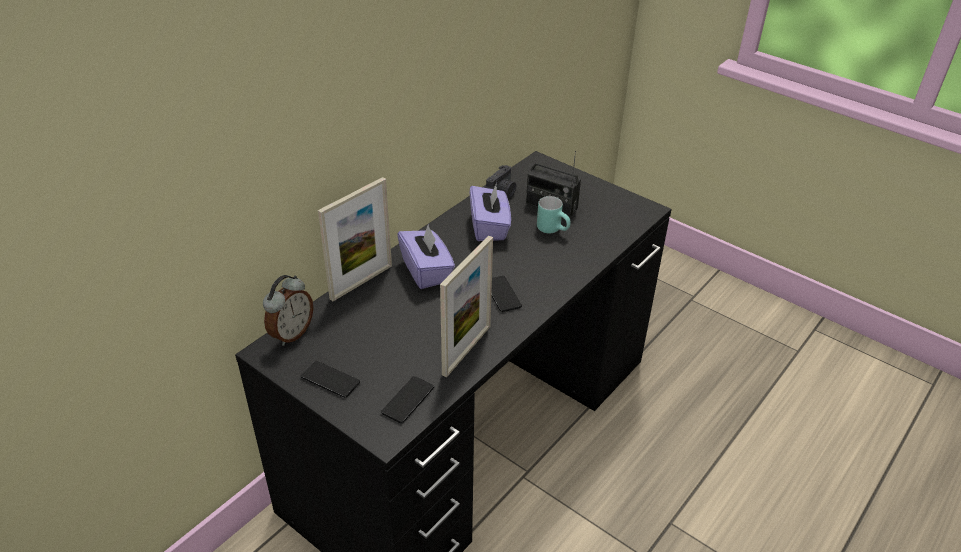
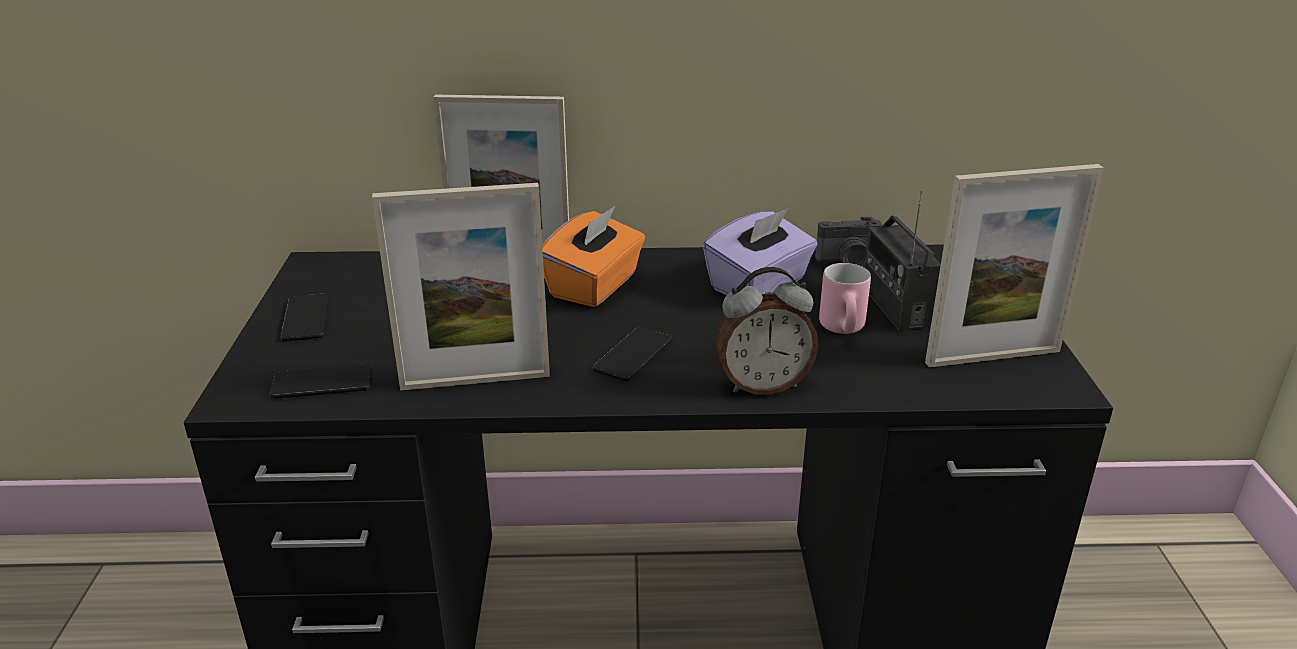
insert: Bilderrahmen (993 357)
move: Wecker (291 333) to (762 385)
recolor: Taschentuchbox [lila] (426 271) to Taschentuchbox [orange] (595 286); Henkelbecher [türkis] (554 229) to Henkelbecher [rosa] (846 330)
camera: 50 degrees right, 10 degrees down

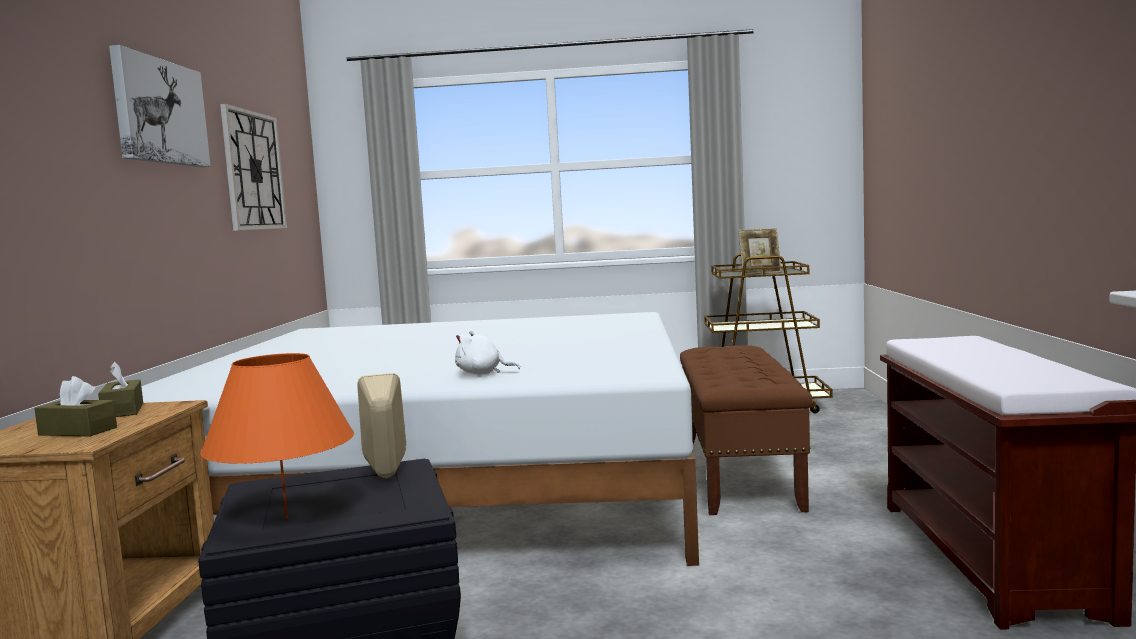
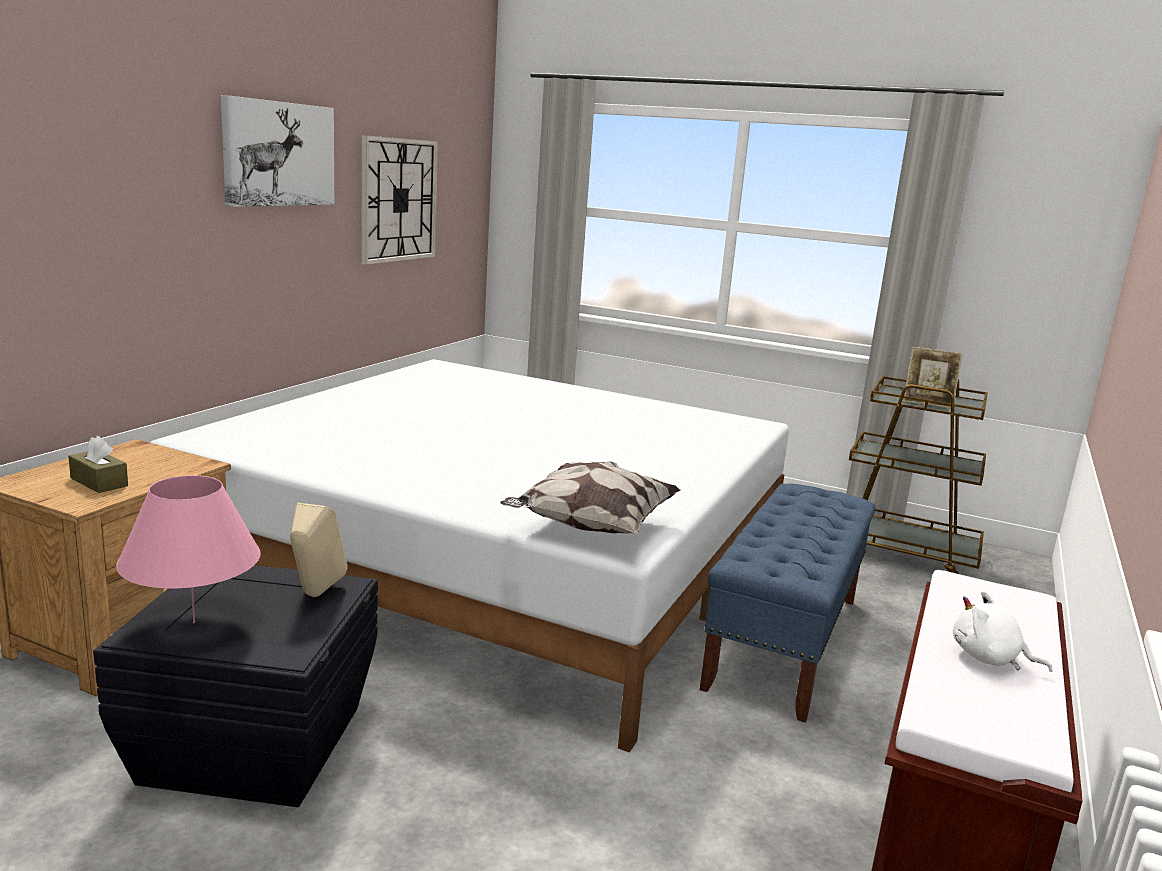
delete: Taschentuchbox [braun] (123 410)
insert: Kissen (590 527)
move: Plüschtier [weiß] (482 373) to (989 659)
recolor: Tischlampe [orange] (286 518) to Tischlampe [rosa] (193 622); Bank [braun] (739 472) to Bank [blau] (784 641)
camera: 20 degrees right, 10 degrees up

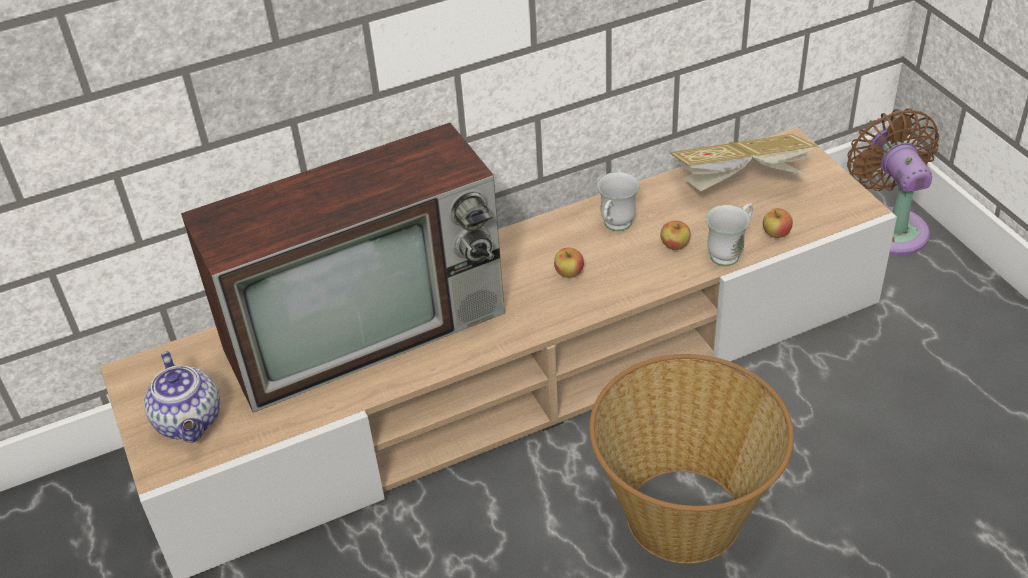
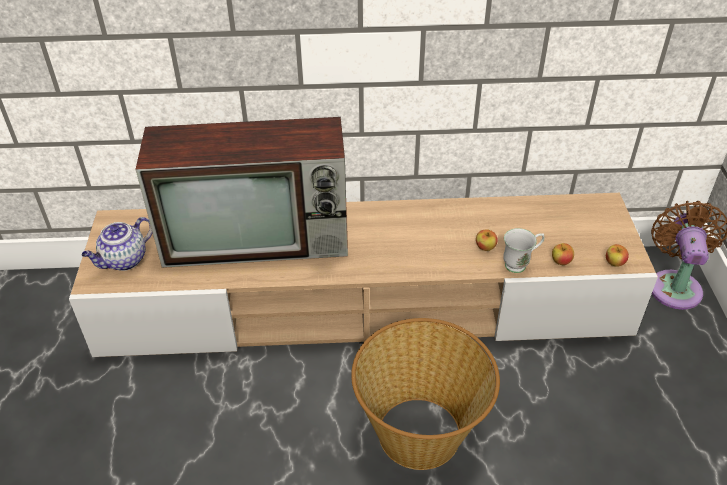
delete: Henkelbecher [weiß] (615 227); Buch (740 183)
move: Apfel (569 273) to (614 263)
rotate: Teekanne (190 422) = (124 261) 45 degrees clockwise
camera: 20 degrees right, 0 degrees up

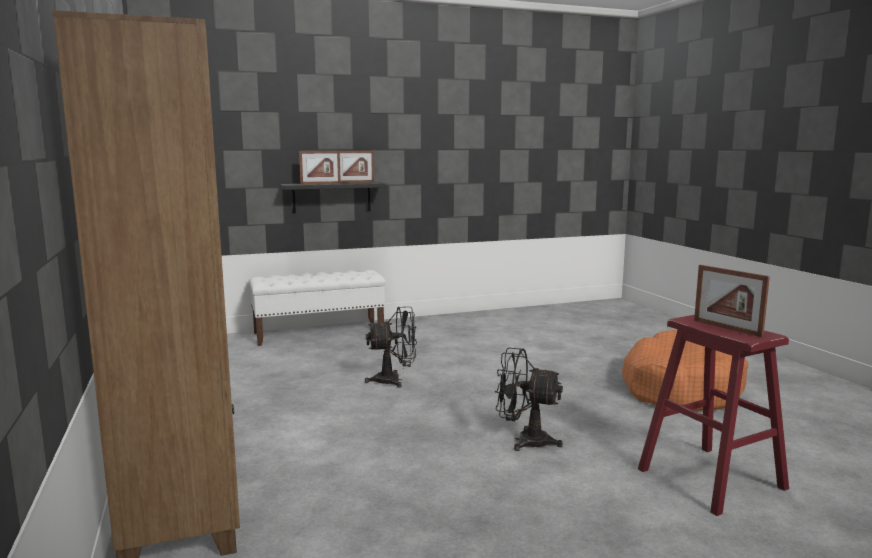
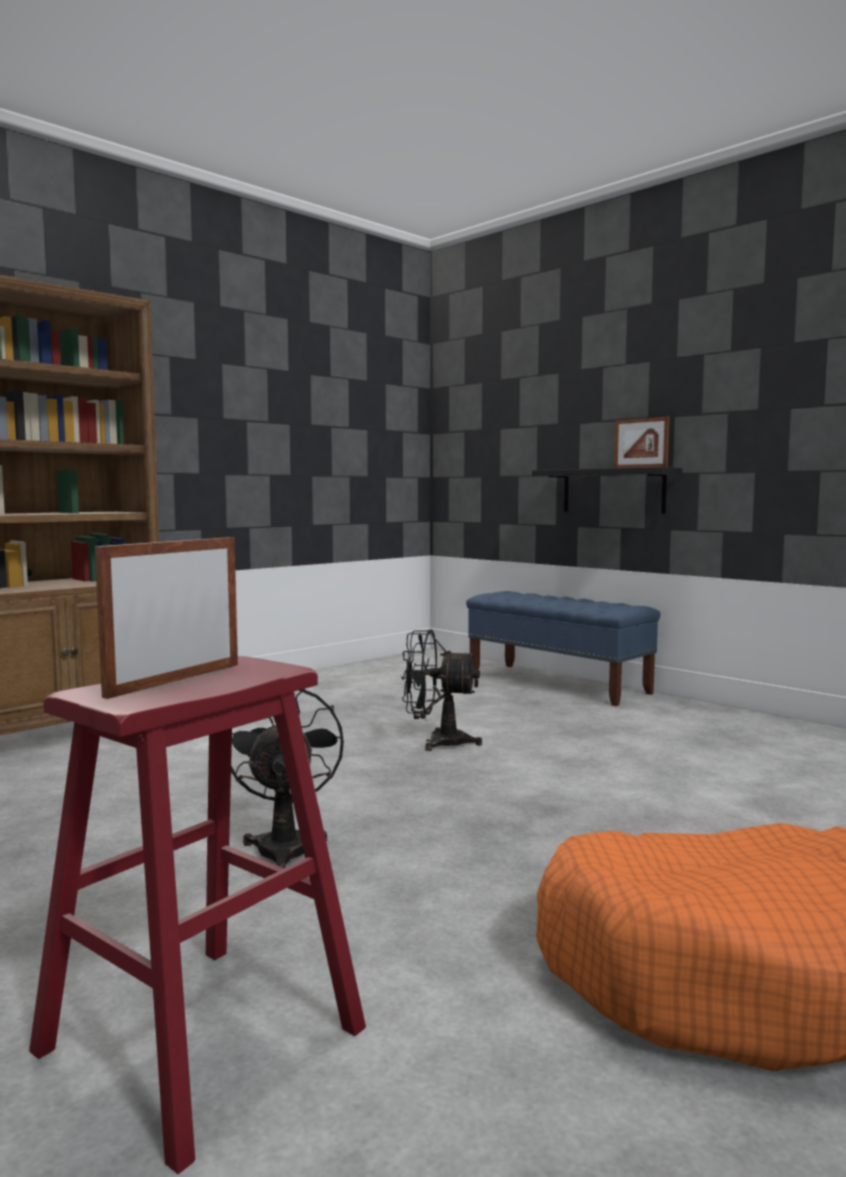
delete: Bilderrahmen (320 184)
recolor: Bank [weiß] (319 333) to Bank [blau] (557 684)
rotate: Ventilator [schwarz] (394 380) = (437 742) 135 degrees clockwise
camera: 65 degrees right, 5 degrees down

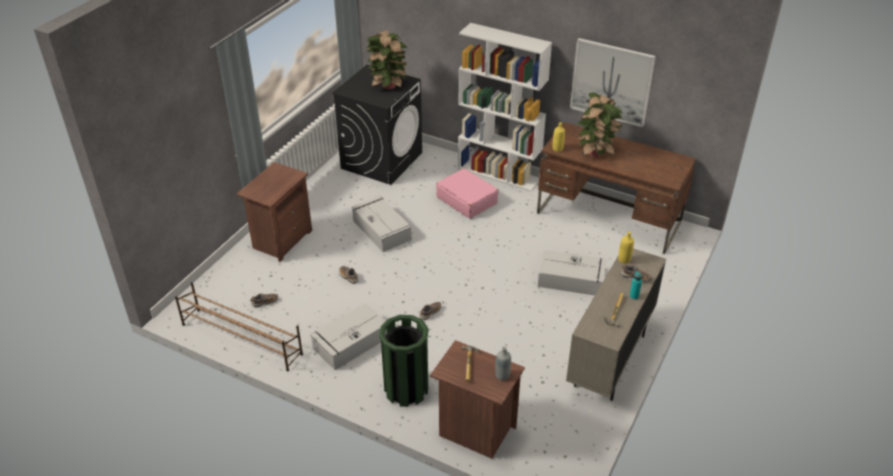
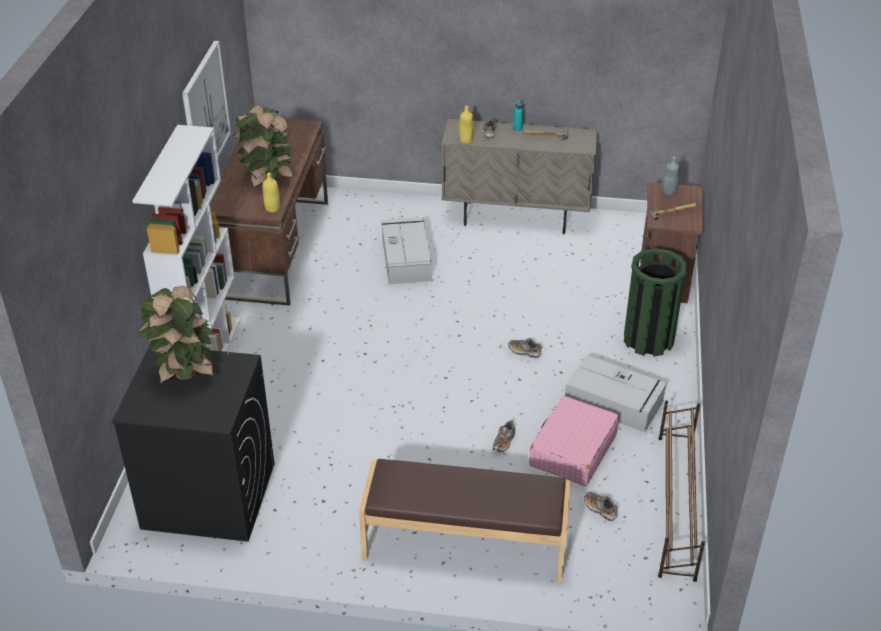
delete: Aufbewahrungsbox [grau] (381 229)
move: Koffer [rosa] (466 200) to (572 450)
replace: Nachttisch [braun] (281 240) to Bank [braun] (465 545)
camera: 110 degrees left, 0 degrees up

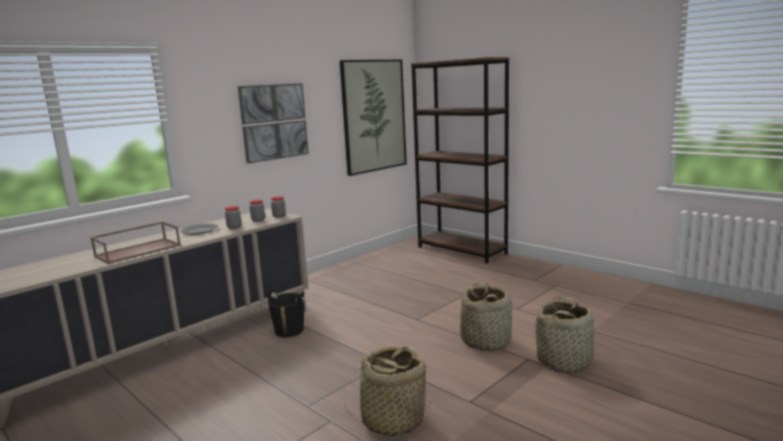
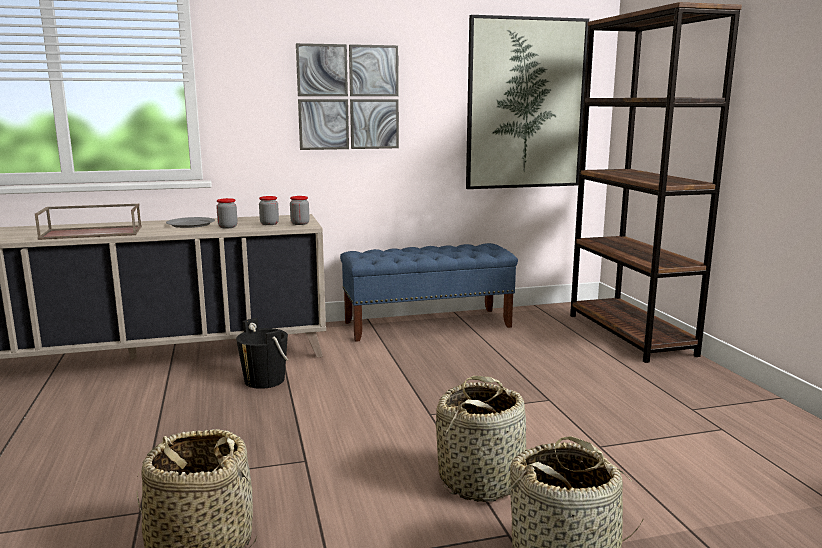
insert: Bank [blau] (428 324)
camera: 30 degrees right, 0 degrees up

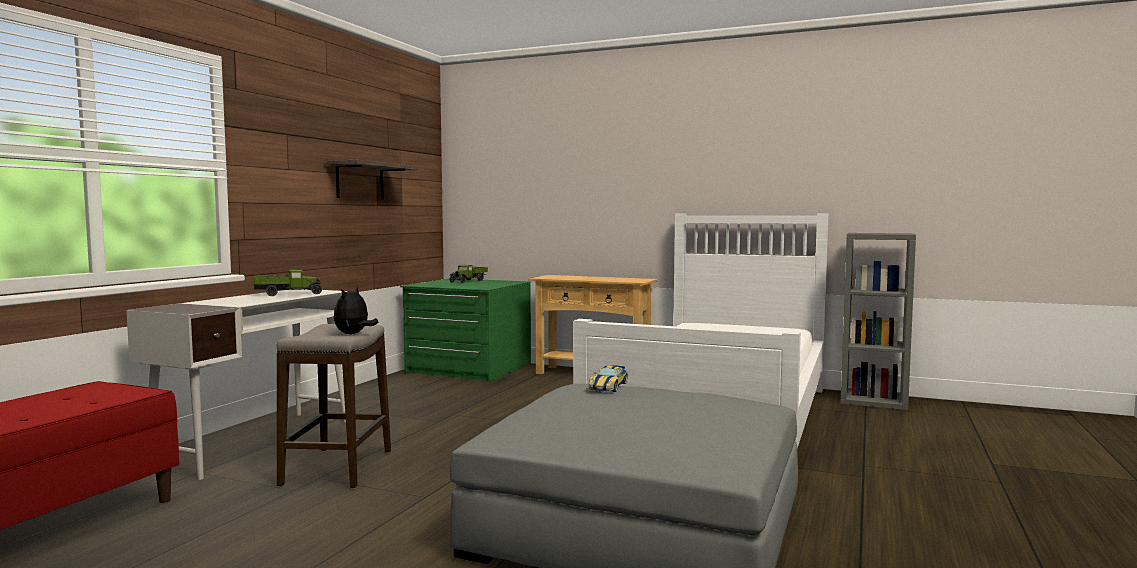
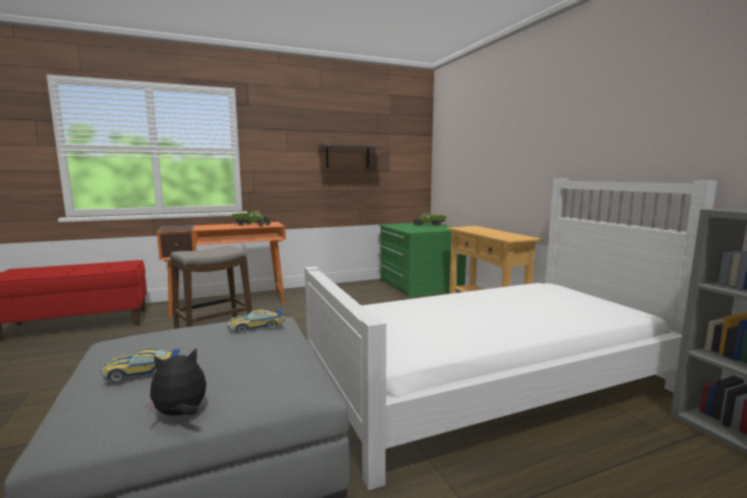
insert: Spielzeugauto (143 371)
move: Plüschtier (353 334) to (181 414)
recolor: Schreibtisch [weiß] (257 442) to Schreibtisch [orange] (229 304)
camera: 45 degrees right, 5 degrees up

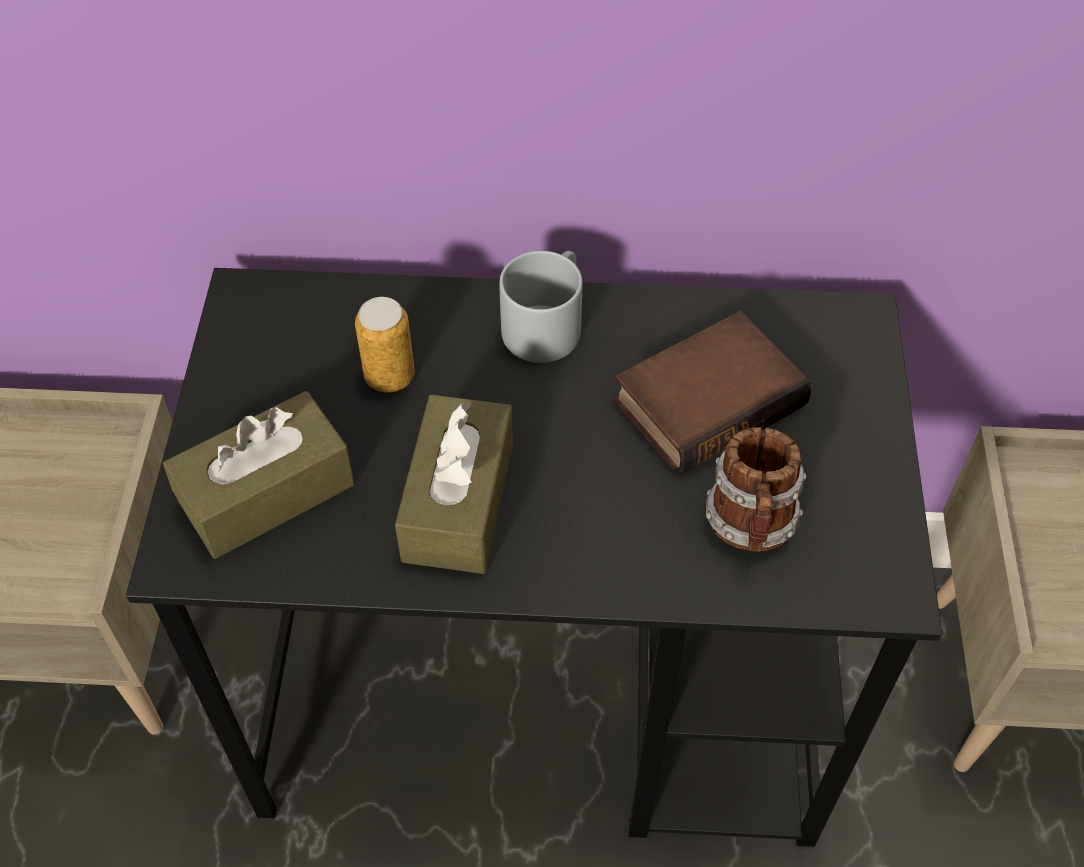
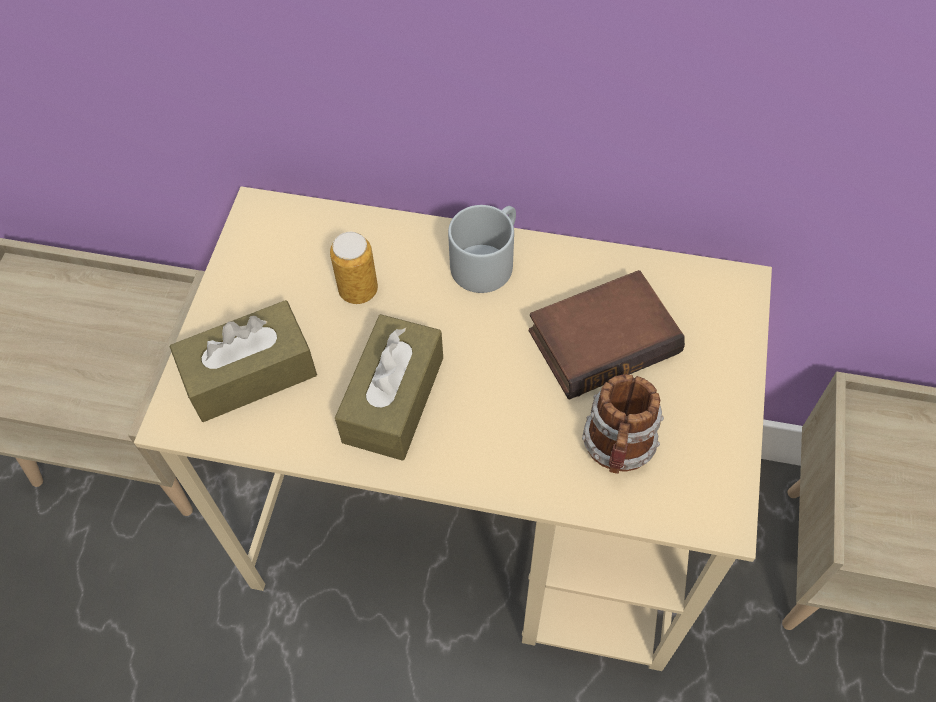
recolor: Schreibtisch [schwarz] (547 696) to Schreibtisch [beige] (477 526)
camera: 10 degrees right, 5 degrees up

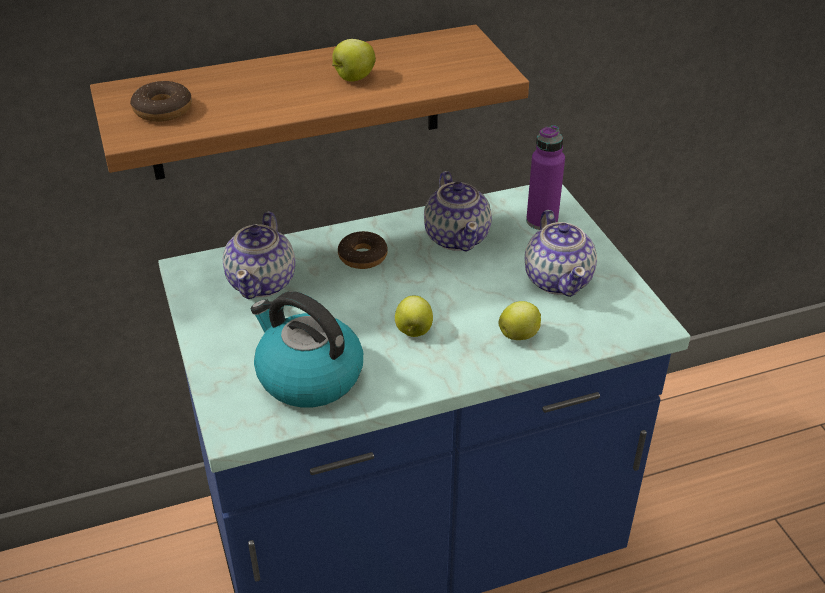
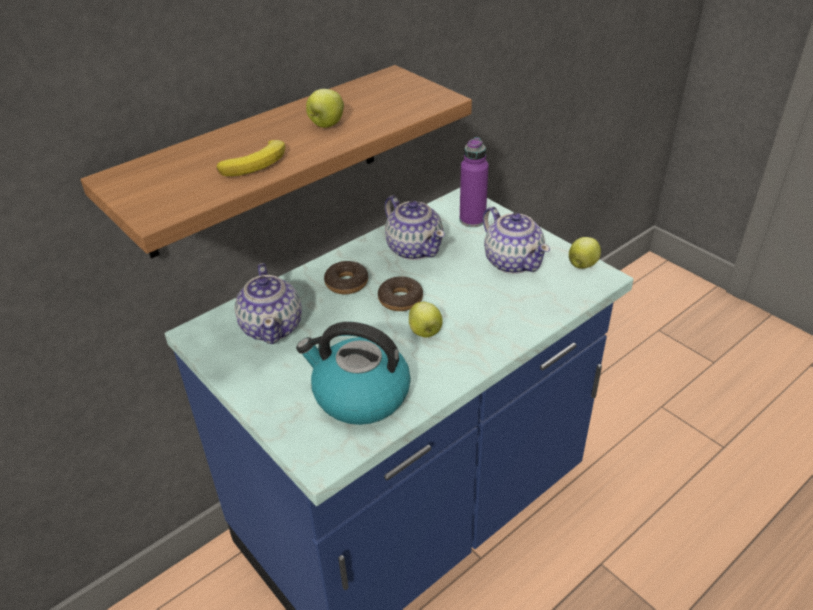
insert: Banane (257 163)
move: Donut (163 110) to (400 299); Apfel (519 335) to (582 265)
camera: 20 degrees left, 0 degrees up

